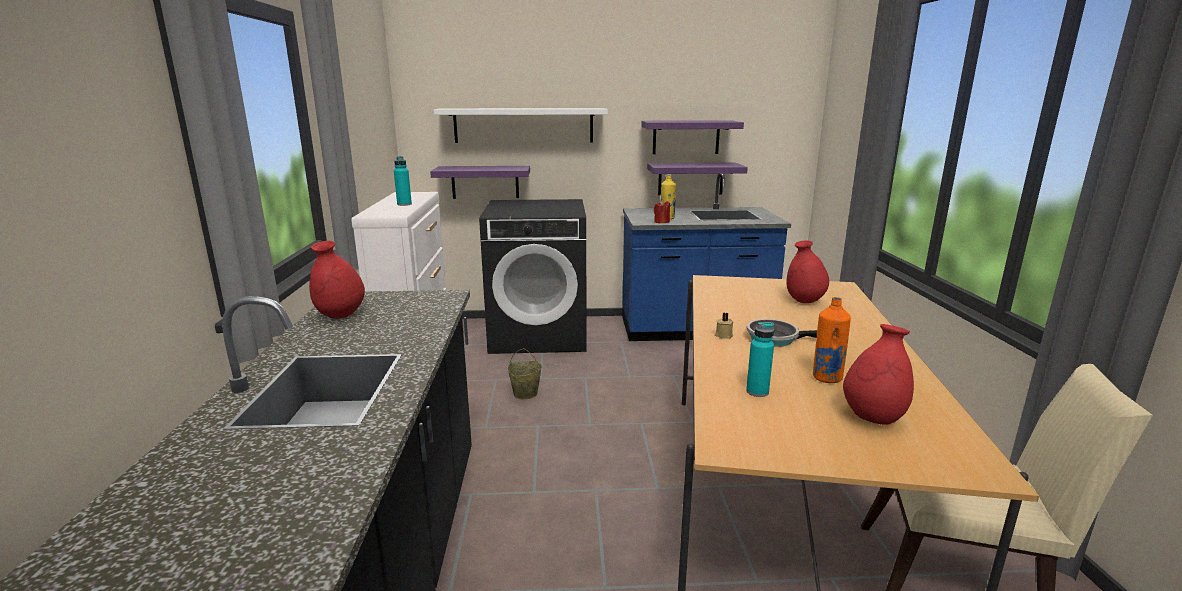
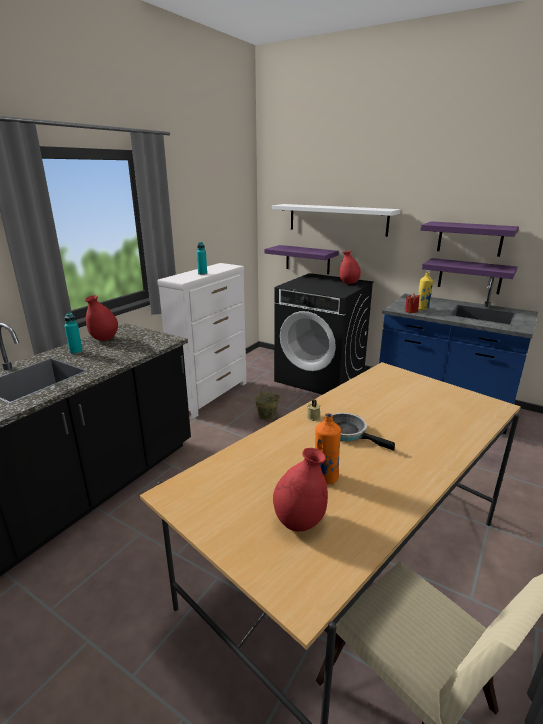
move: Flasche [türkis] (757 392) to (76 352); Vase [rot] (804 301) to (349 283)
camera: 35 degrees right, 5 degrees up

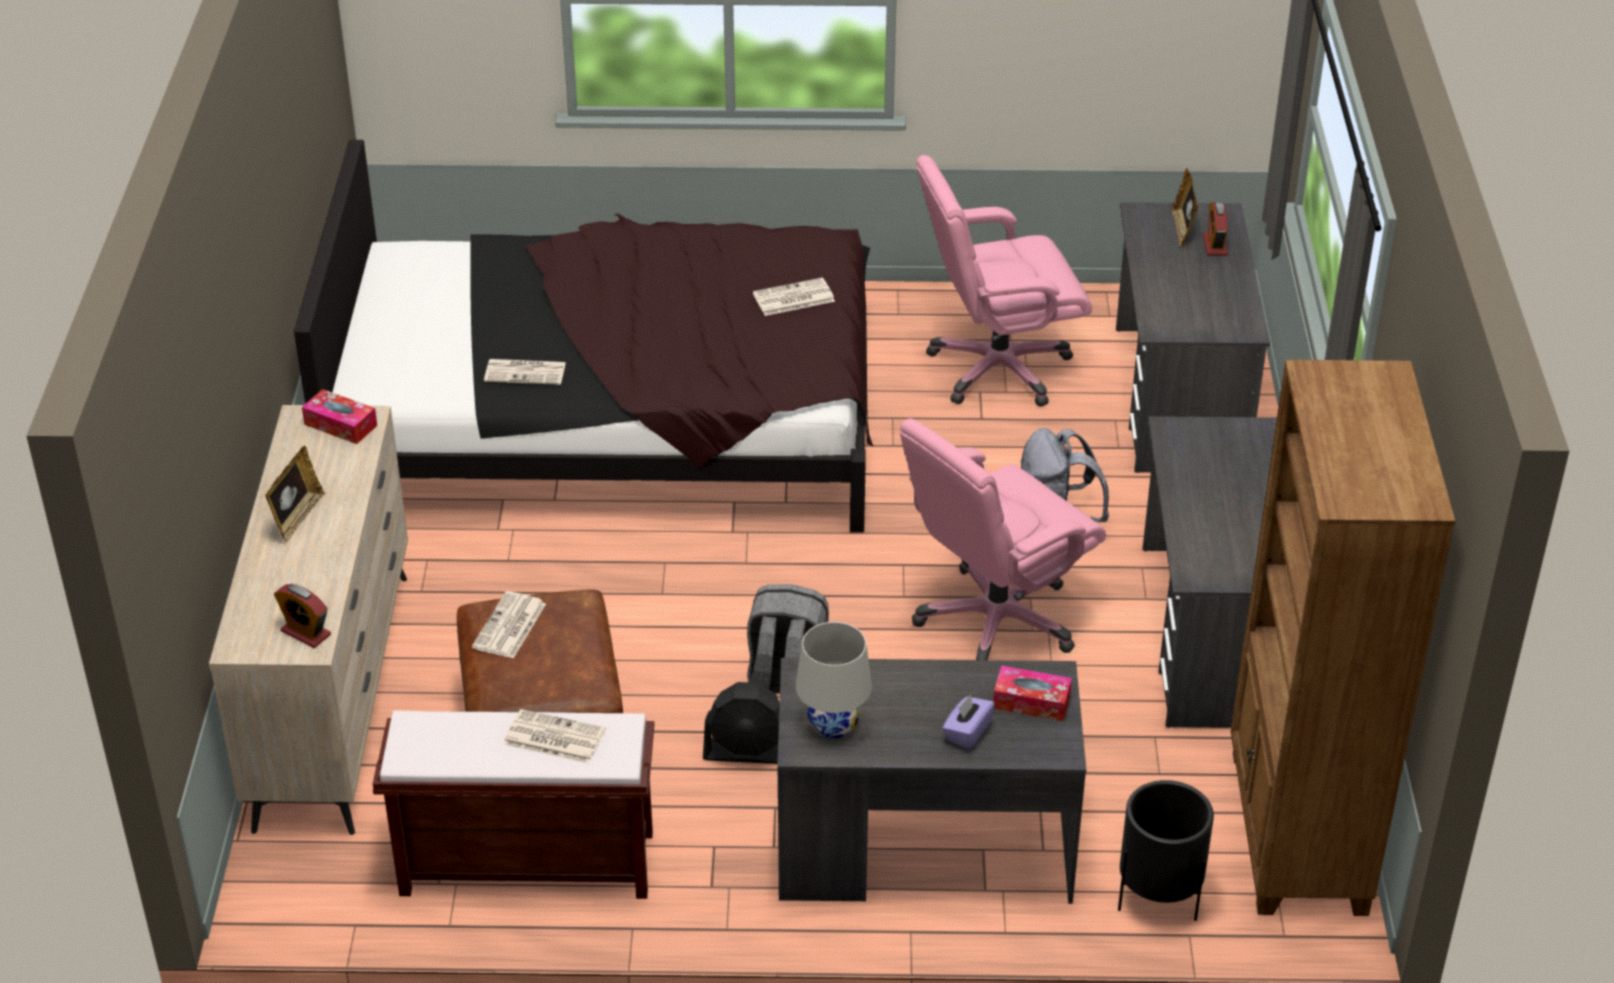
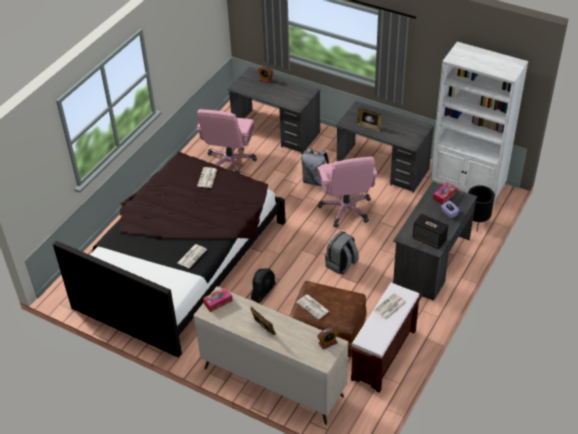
move: Ventilator [schwarz] (748 752) to (263 291); Bilderrahmen (1182 229) to (369 126)
replace: Tischlampe [weiß] (833 724) to Lautsprecher (429 239)
recolor: Bücherregal [braun] (1296 833) to Bücherregal [weiß] (468 186)
camera: 60 degrees left, 5 degrees up

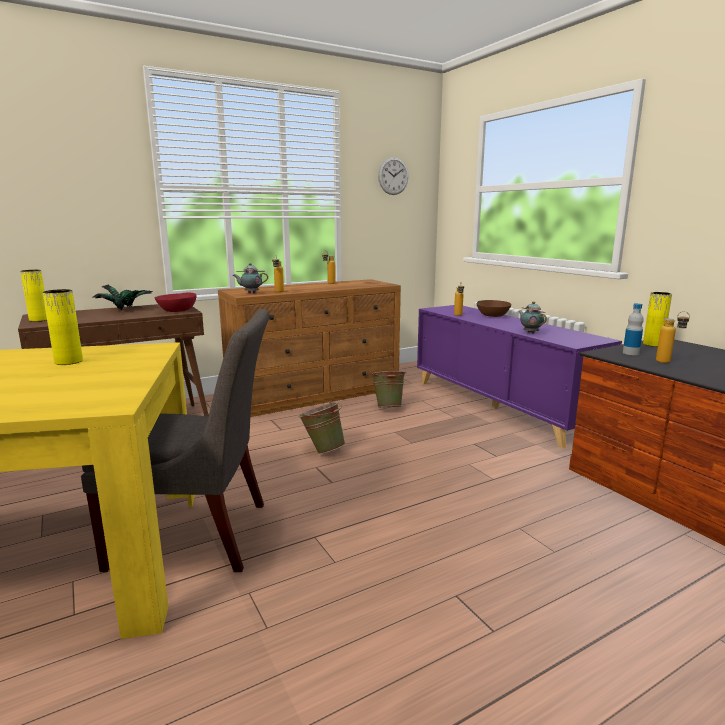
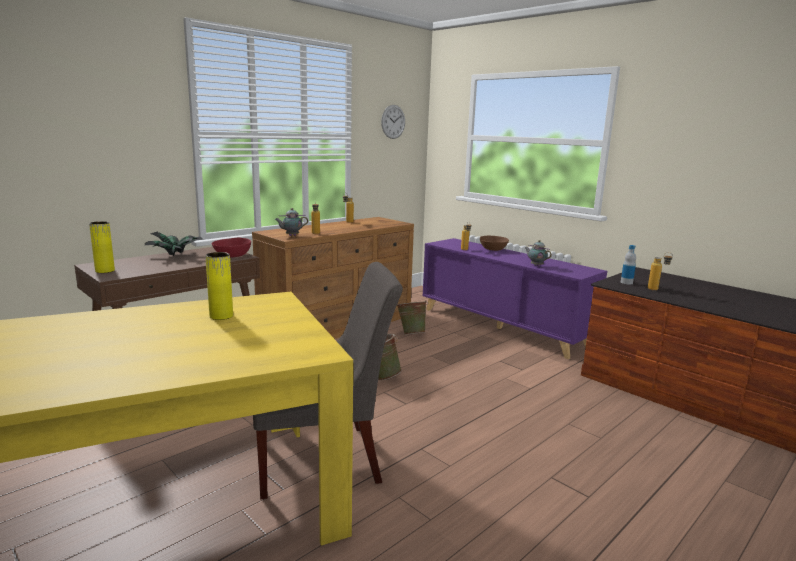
delete: Vase [gelb] (653 344)
camera: 15 degrees left, 0 degrees up

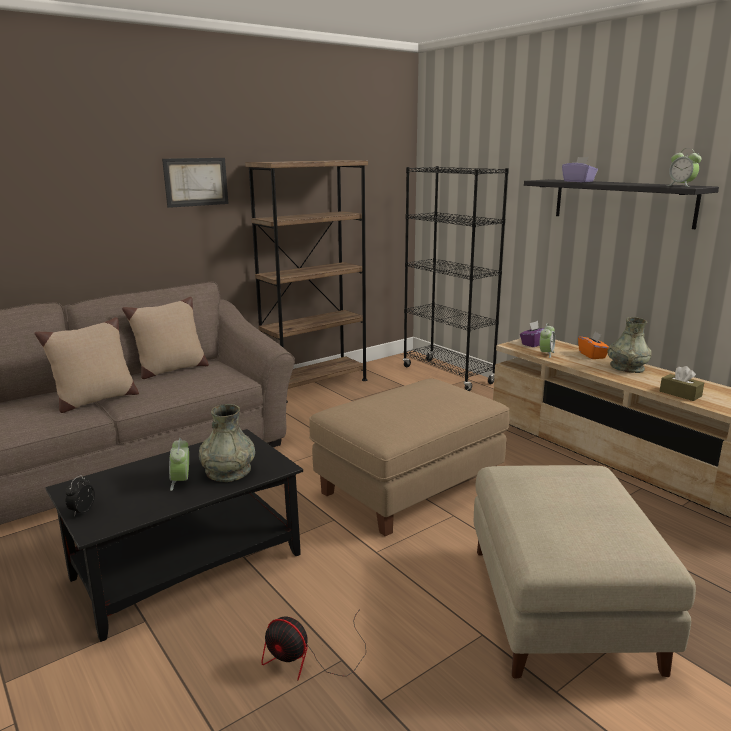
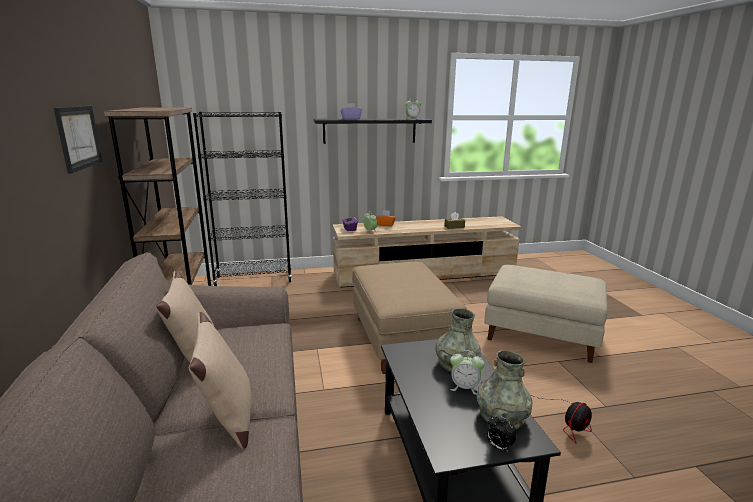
move: Vase [grau] (627 368) to (502 416)
camera: 65 degrees left, 0 degrees up

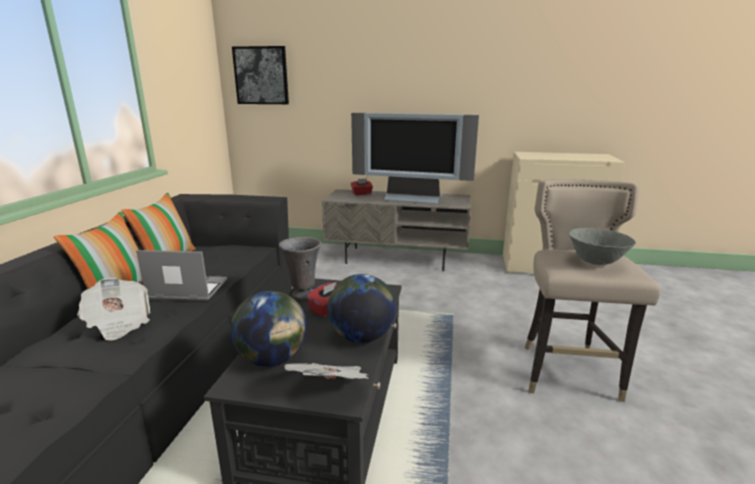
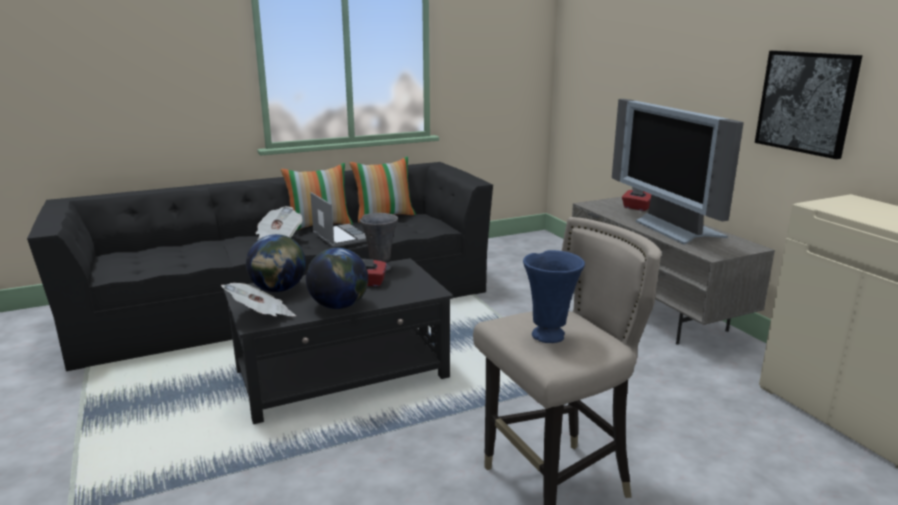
move: Bild (261 75) to (806 102)
replace: Schüssel [grau] (595 263) to Vase [blau] (549 335)
camera: 55 degrees right, 0 degrees up

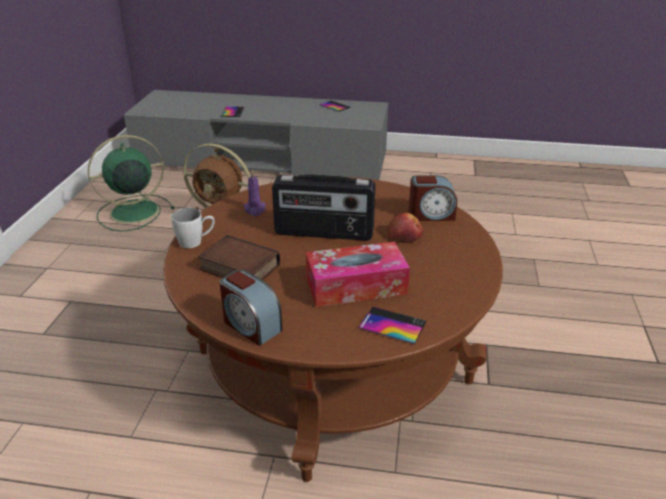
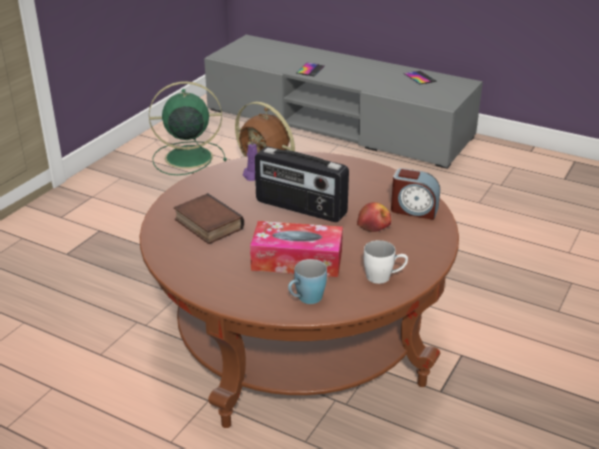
delete: Wecker (251 325)
move: Henkelbecher [weiß] (196 242) to (384 277)
replace: Handy (392 325) to Henkelbecher [blau] (305 299)
camera: 20 degrees right, 0 degrees up

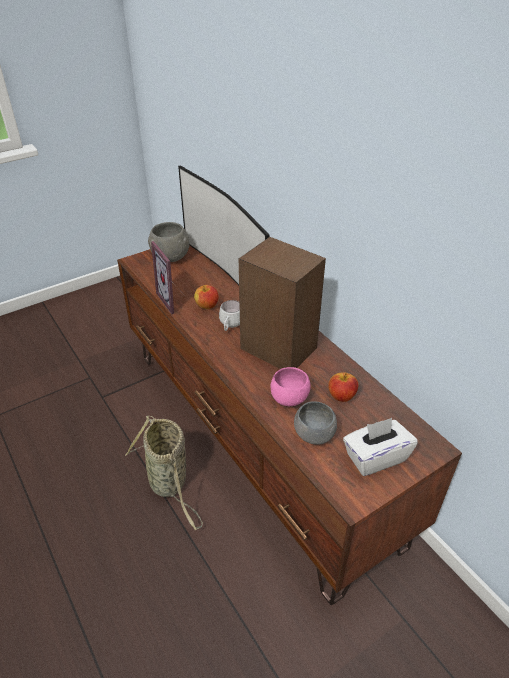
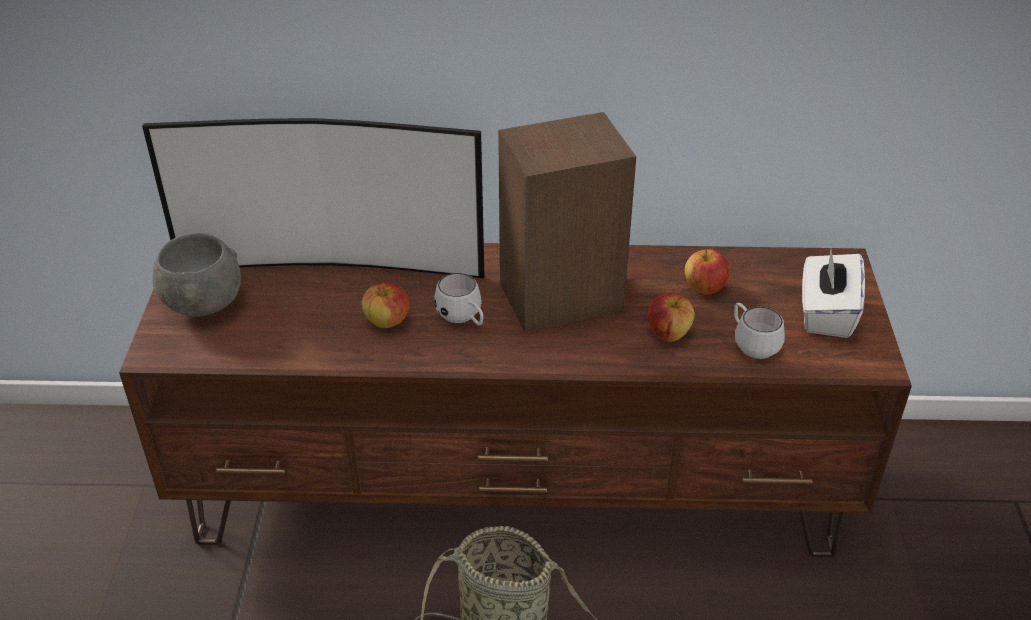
delete: Bilderrahmen (174 300)
replace: Schüssel [rosa] (289 398) to Apfel (668 333); Schüssel [grau] (314 435) to Henkelbecher [weiß] (751 344)
camera: 55 degrees left, 0 degrees up

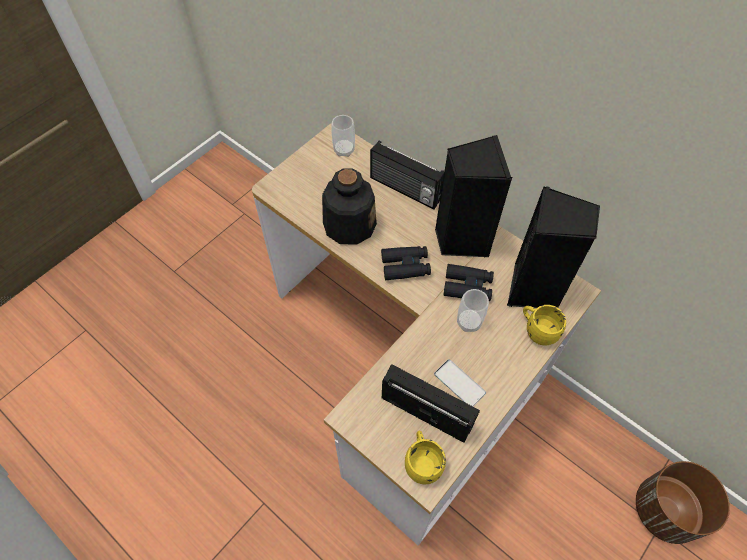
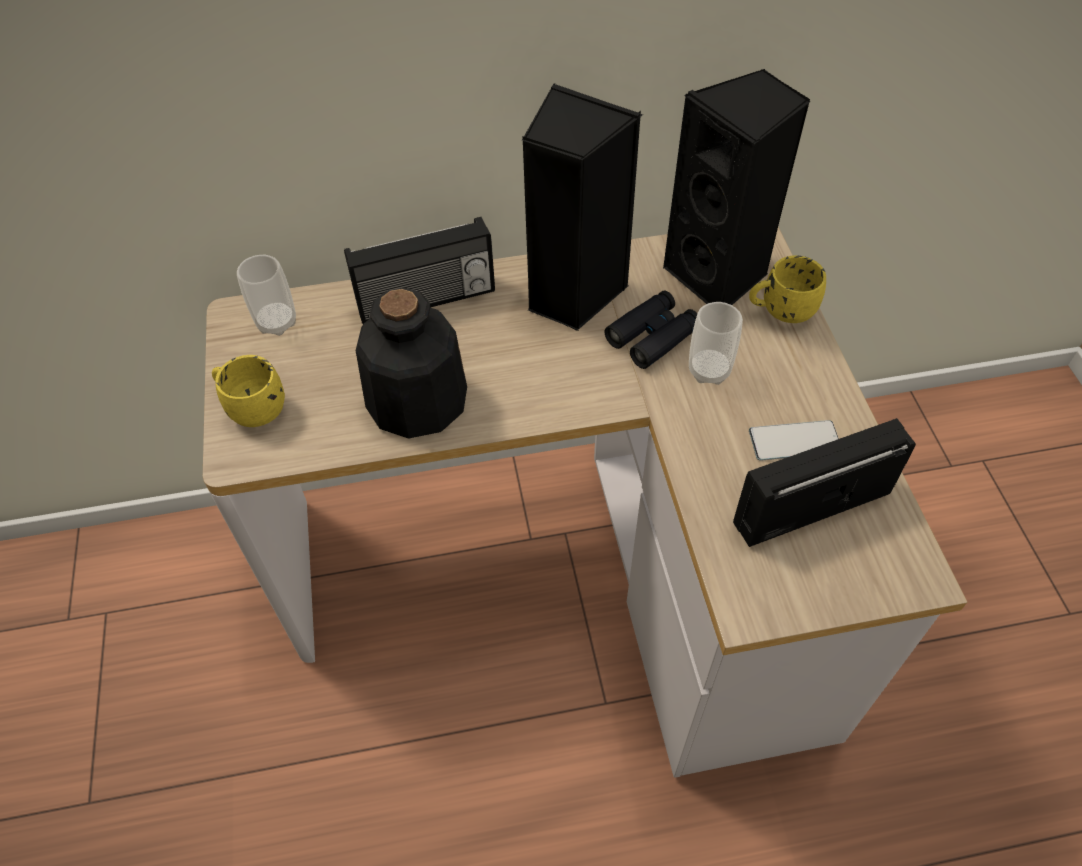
delete: Fernglas [schwarz] (405 266); Pflanzkübel [braun] (665 510)
move: Henkelbecher [gelb] (422 461) to (252 408)
camera: 50 degrees left, 5 degrees down

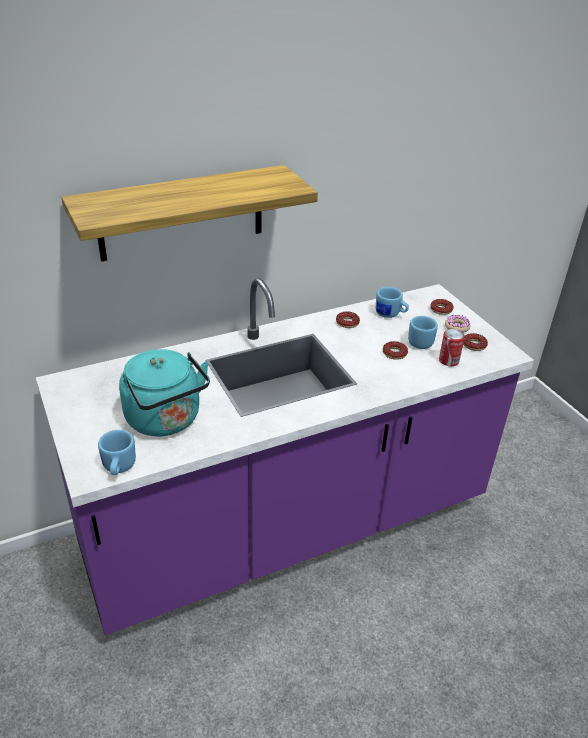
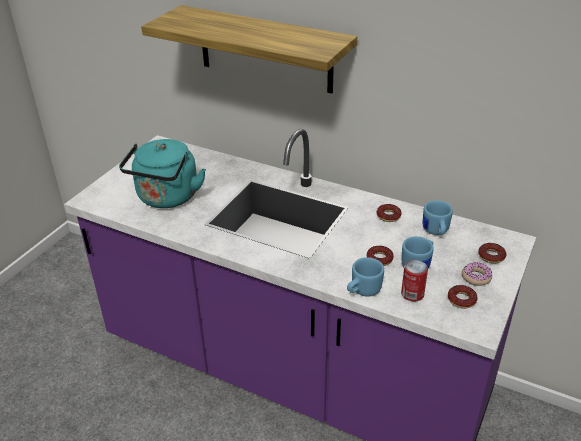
move: Henkelbecher [blau] (118 468) to (362 291)
camera: 55 degrees right, 0 degrees up

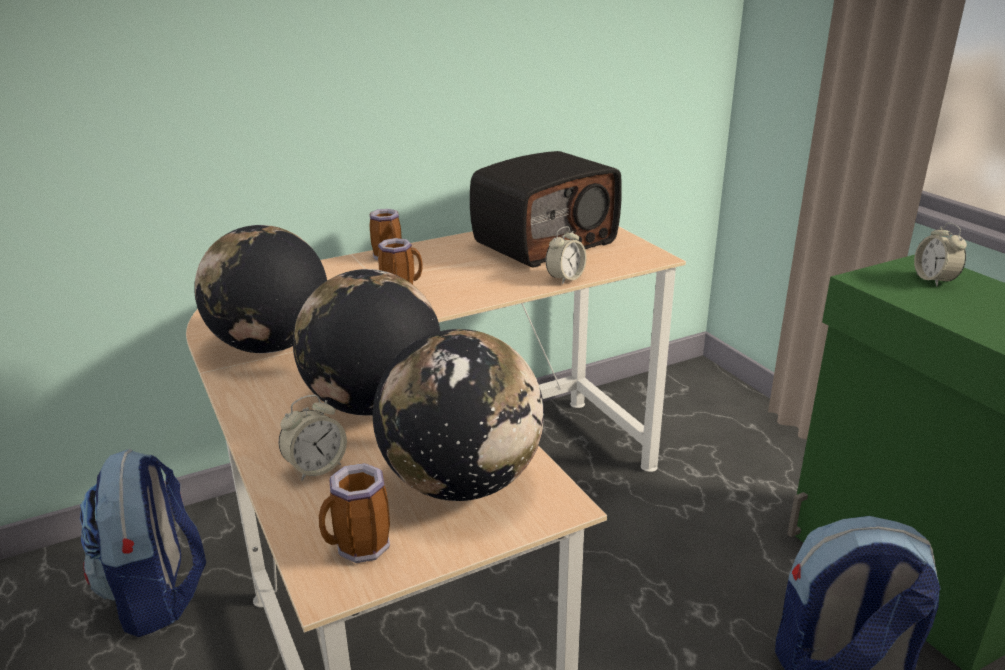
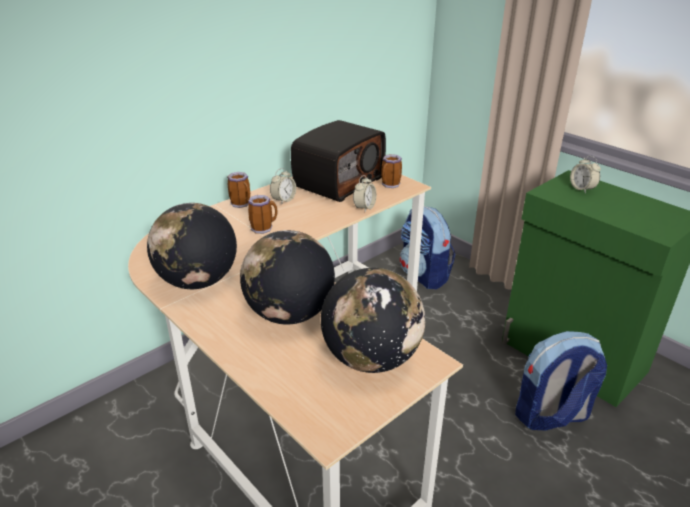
move: Wecker (316 468) to (283 200); Henkelbecher (359 549) to (390 185); Rucksack (156 595) to (424 275)
camera: 15 degrees left, 5 degrees up

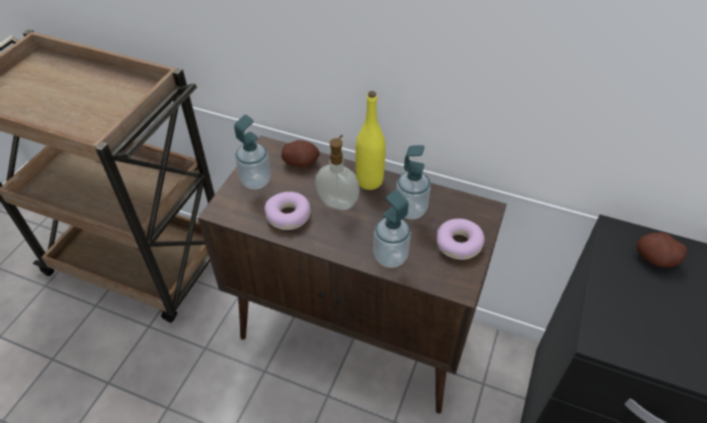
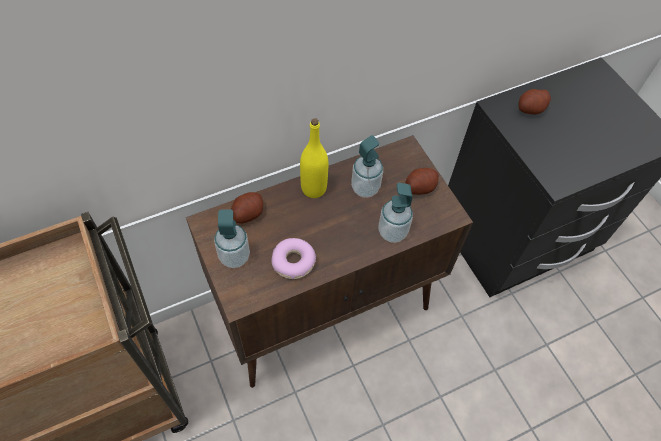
delete: Seifenspender (338 202)
replace: Donut (459 244) to Kartoffel (420 187)
camera: 50 degrees left, 10 degrees up

